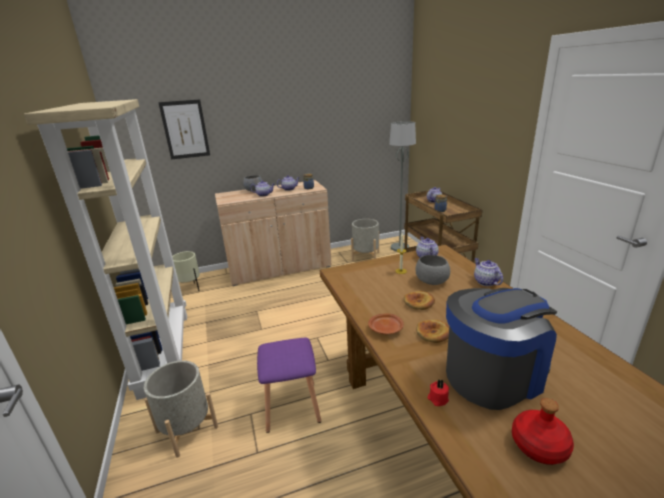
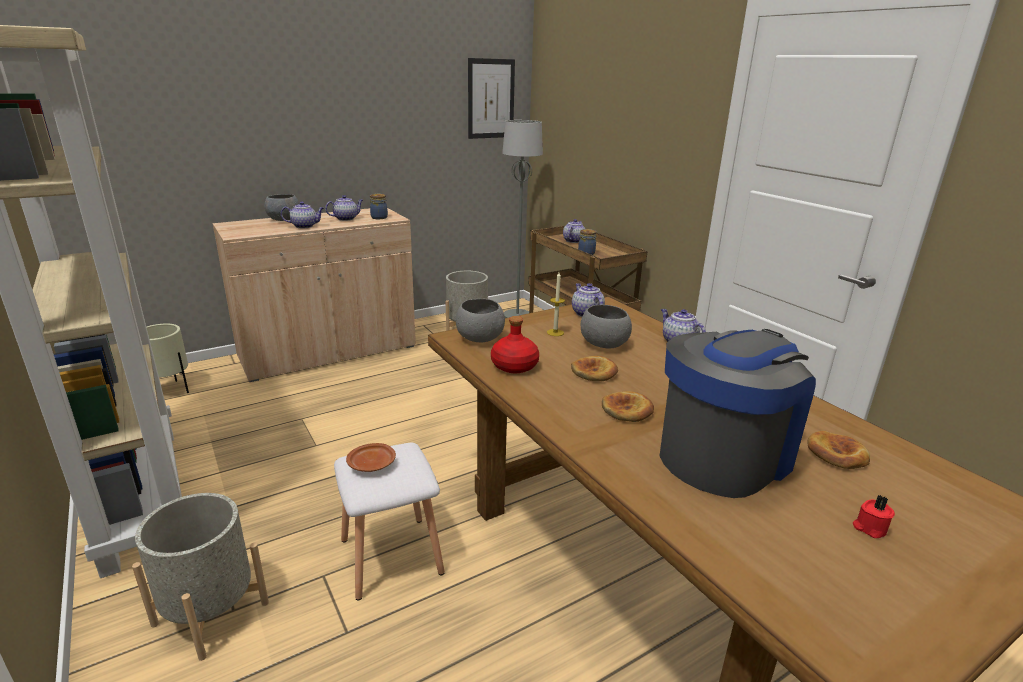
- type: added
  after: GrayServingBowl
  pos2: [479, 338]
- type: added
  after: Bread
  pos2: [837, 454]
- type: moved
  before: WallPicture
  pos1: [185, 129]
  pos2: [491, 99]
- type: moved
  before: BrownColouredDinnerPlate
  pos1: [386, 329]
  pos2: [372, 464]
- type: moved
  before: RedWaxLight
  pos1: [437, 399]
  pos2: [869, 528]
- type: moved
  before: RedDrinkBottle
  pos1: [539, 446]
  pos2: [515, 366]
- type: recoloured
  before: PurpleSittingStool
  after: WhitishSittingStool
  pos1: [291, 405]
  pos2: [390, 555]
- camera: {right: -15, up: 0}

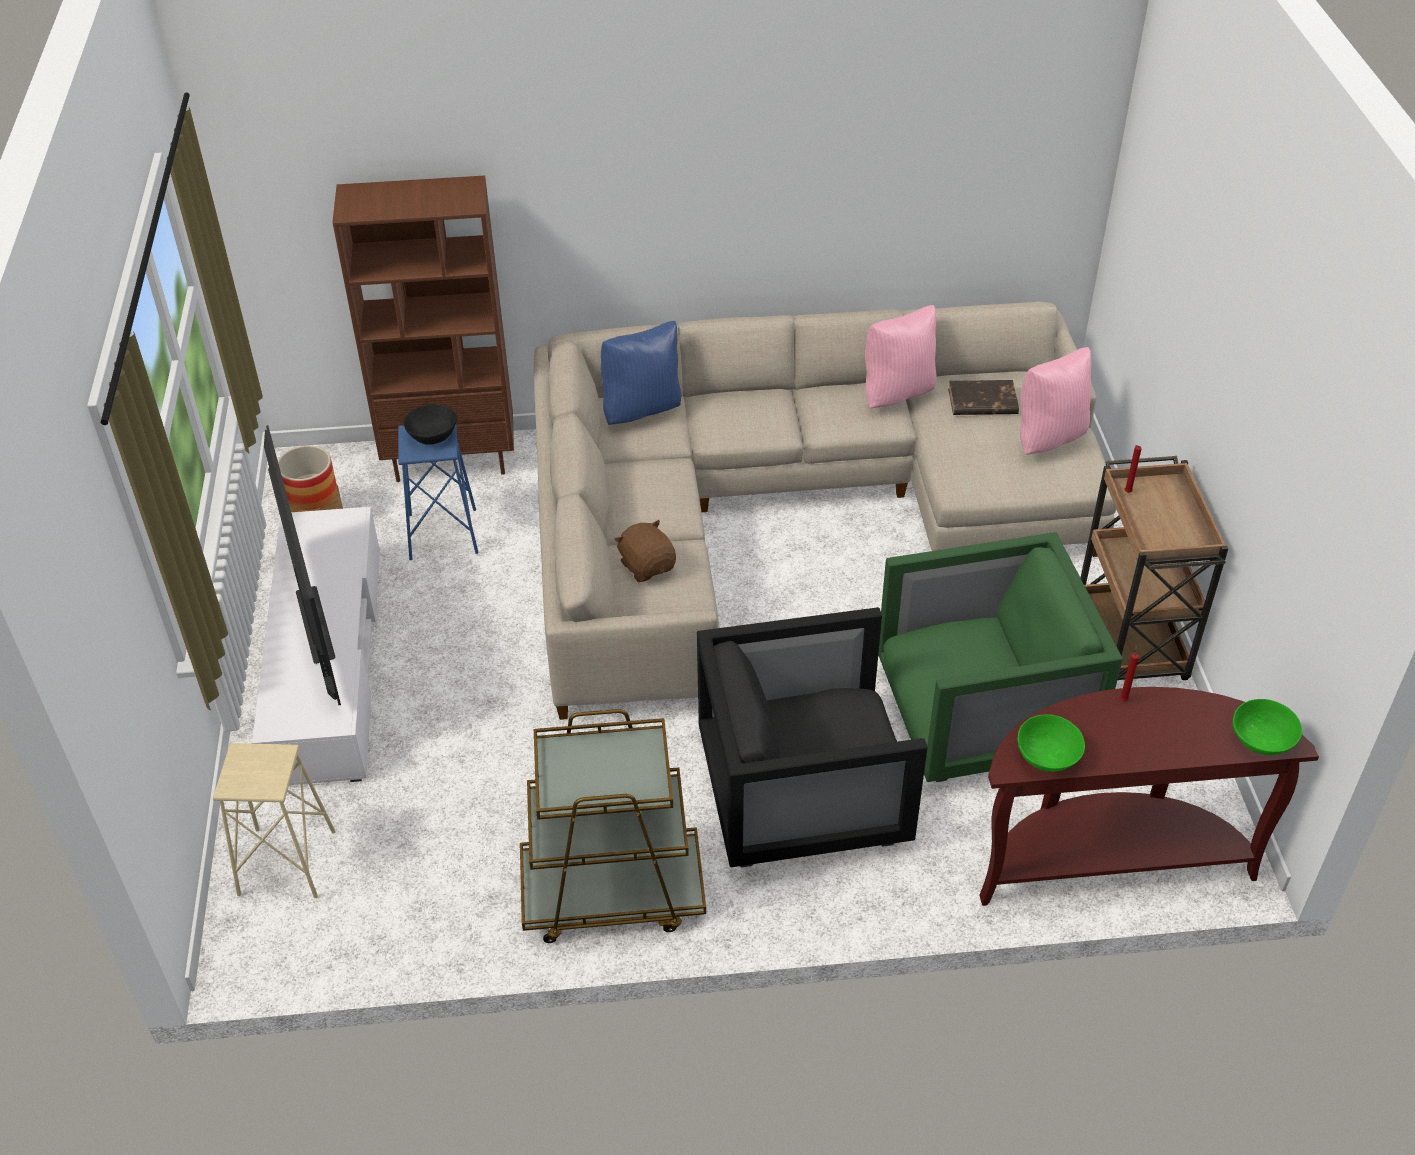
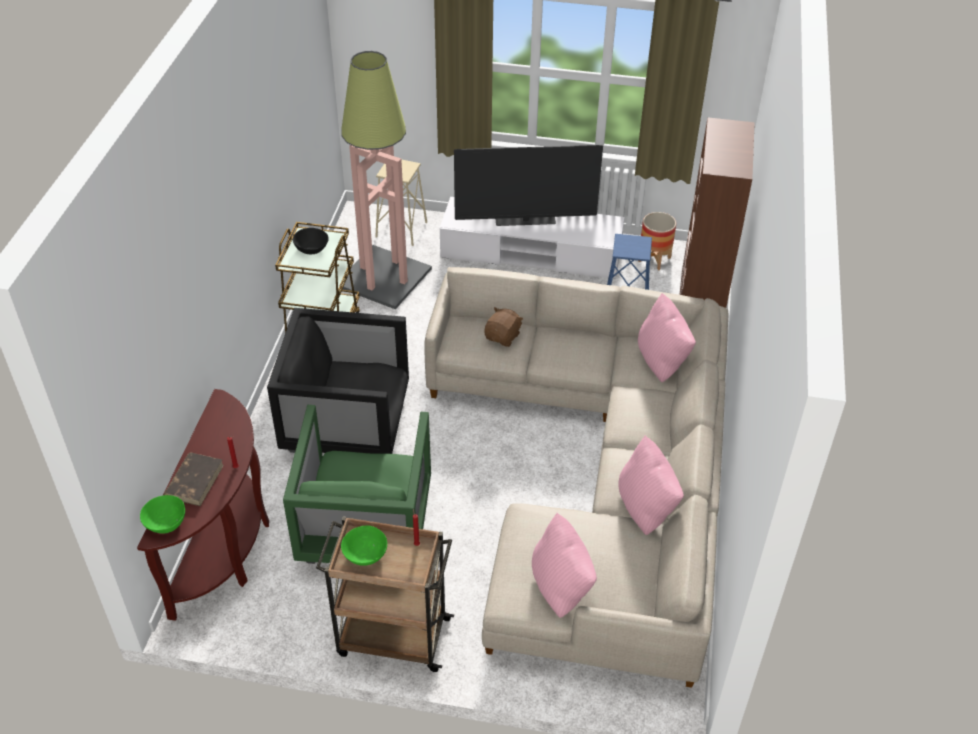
- type: added
  after: StandardLamp
  pos2: [383, 276]
- type: moved
  before: BlackishServingBowl
  pos1: [432, 435]
  pos2: [311, 248]
- type: moved
  before: BrownColouredBoundBook
  pos1: [981, 402]
  pos2: [194, 480]
- type: moved
  before: GreenServingBowl
  pos1: [1047, 756]
  pos2: [365, 554]
- type: recoloured
  before: BluishCushion
  after: PinkColouredCushion
  pos1: [642, 410]
  pos2: [662, 363]
- type: turned
  before: BrownColouredSoftToy
  pos1: [647, 566]
  pos2: [503, 337]
  turn: -45
- type: turned
  before: BlackishEasyChair
  pos1: [804, 793]
  pos2: [347, 421]
  turn: -90
- camera: {right: 105, up: 0}

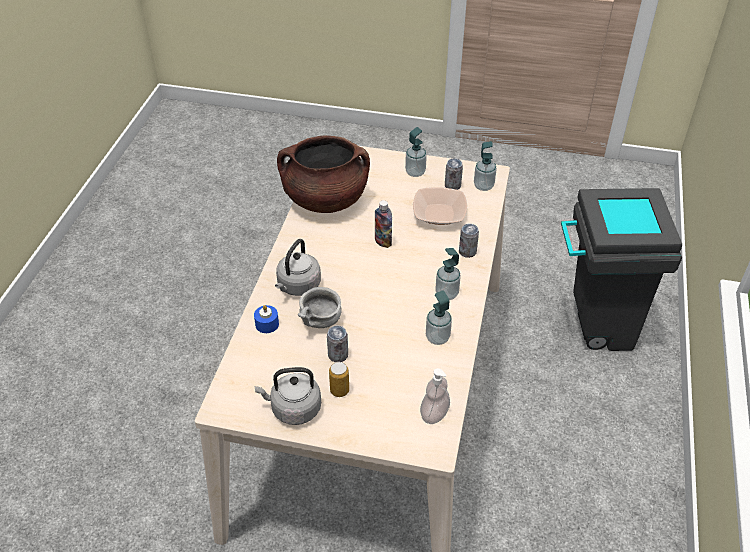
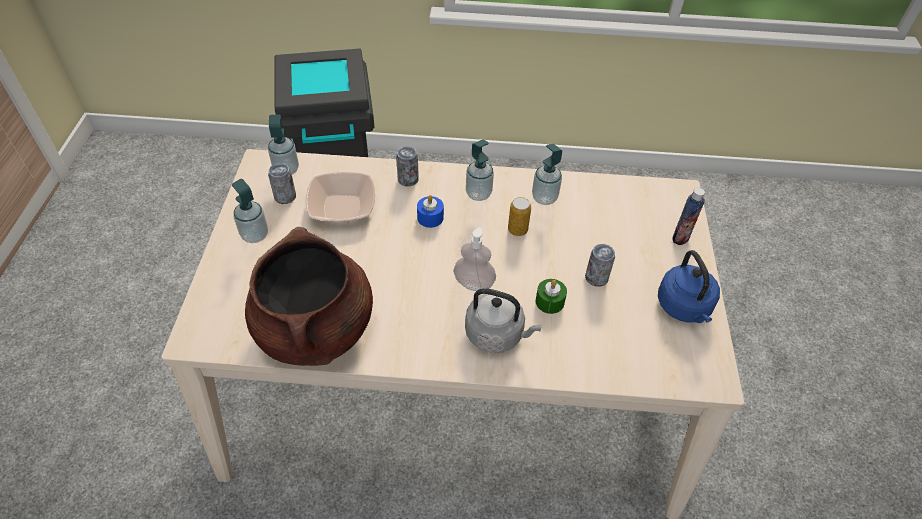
- type: moved
  before: BluishWaxLight
  pos1: [267, 324]
  pos2: [430, 217]
- type: moved
  before: Can
  pos1: [339, 390]
  pos2: [517, 230]
- type: moved
  before: DrinkBottle
  pos1: [383, 242]
  pos2: [681, 237]
- type: moved
  before: SoapBottle
  pos1: [434, 414]
  pos2: [474, 283]
- type: replaced
  before: GrayServingBowl
  after: GreenWaxLight
  pos1: [320, 321]
  pos2: [549, 301]
- type: recoloured
  before: GrayWaterKettle
  after: BluishWaterKettle
  pos1: [293, 409]
  pos2: [684, 307]
- camera: {right: -100, up: 5}

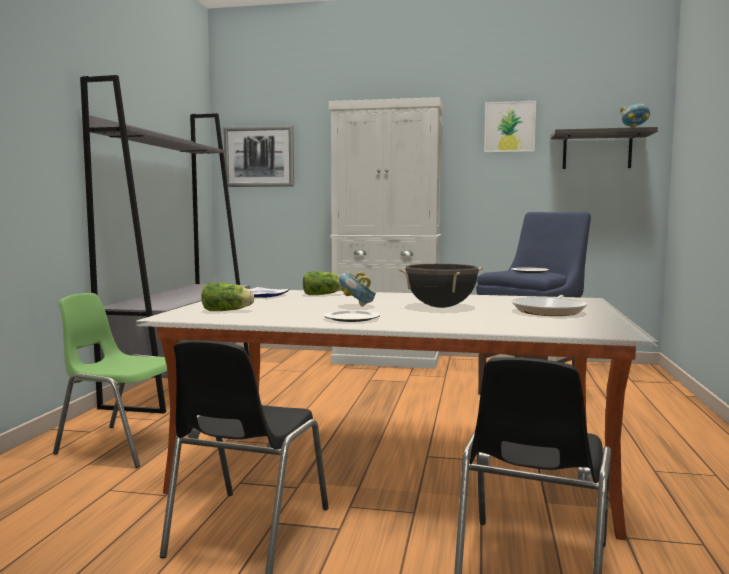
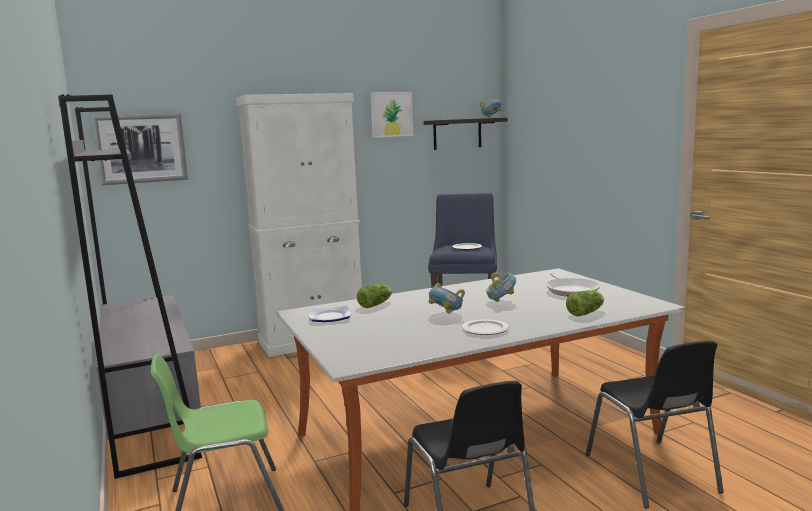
- type: moved
  before: LettuceHead
  pos1: [228, 311]
  pos2: [586, 313]
- type: replaced
  before: BlackishSaucepot
  after: ServingBowl
  pos1: [440, 307]
  pos2: [500, 301]
- camera: {right: -35, up: 5}

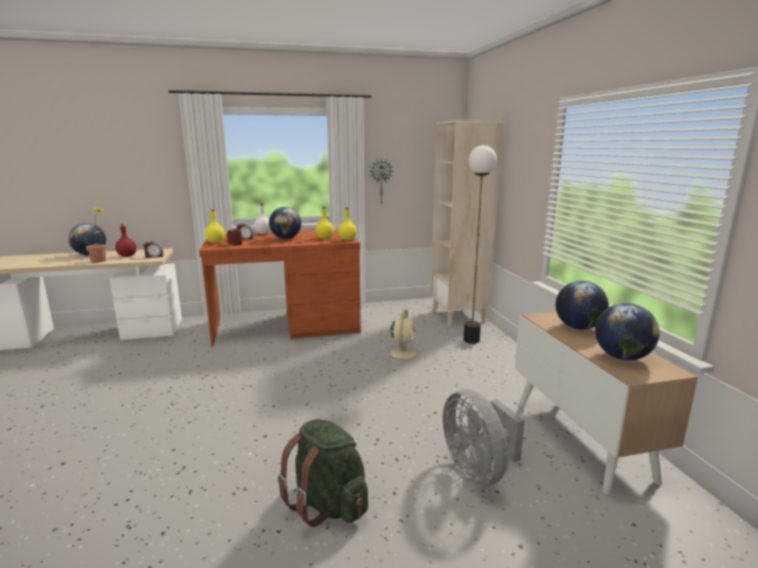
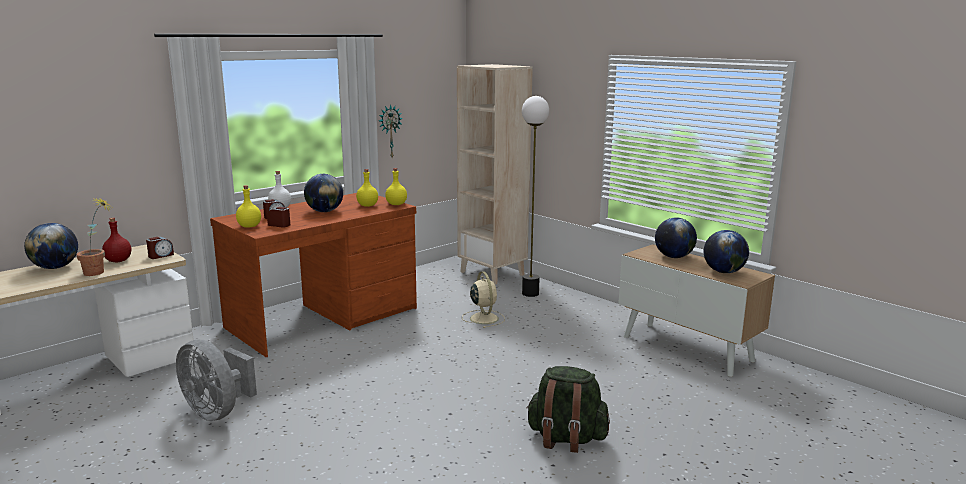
- type: moved
  before: GrayElectricFan
  pos1: [478, 470]
  pos2: [217, 411]
- camera: {right: -30, up: 0}

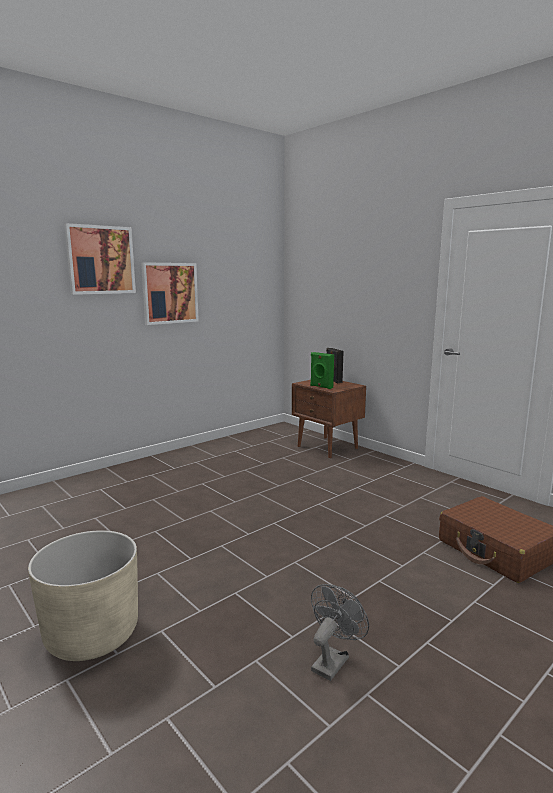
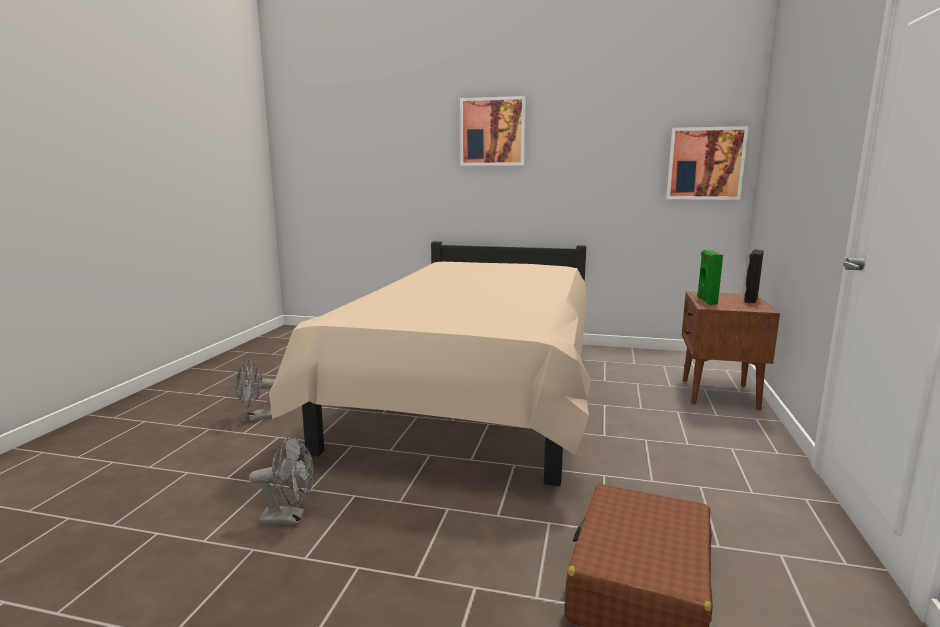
- type: added
  after: BeigeBed
  pos2: [473, 392]
- type: moved
  before: WallPicture
  pos1: [170, 293]
  pos2: [705, 163]
- type: replaced
  before: BeigePlantPot
  after: GrayElectricFan
  pos1: [92, 634]
  pos2: [258, 418]
- camera: {right: 55, up: 0}

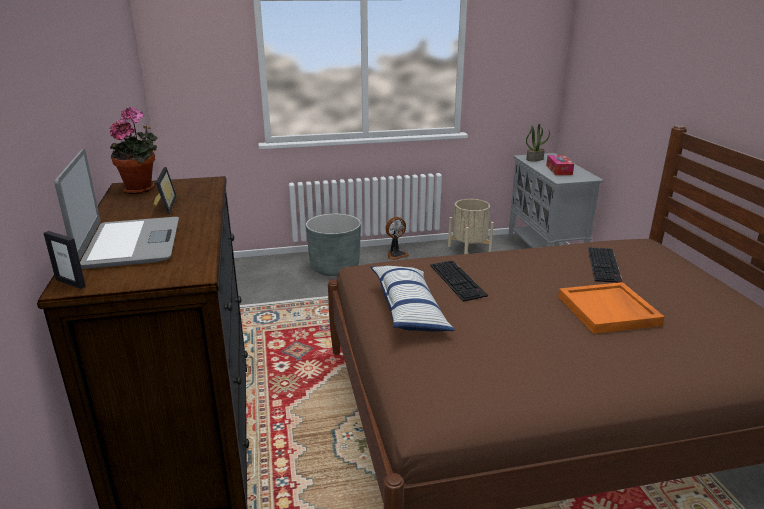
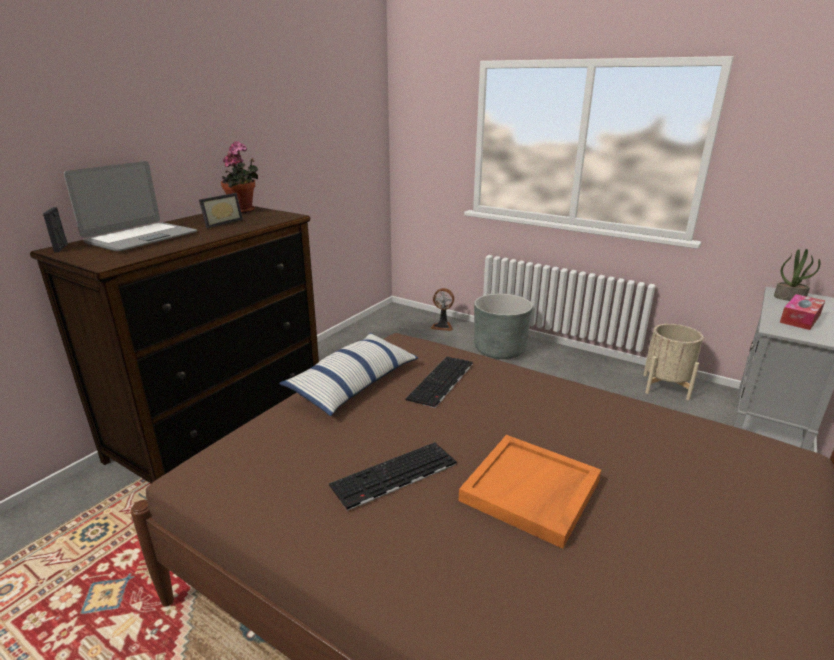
- type: moved
  before: ElectricFan
  pos1: [396, 255]
  pos2: [442, 326]
- type: moved
  before: ComputerKeyboard
  pos1: [605, 265]
  pos2: [394, 476]
- camera: {right: 45, up: 0}

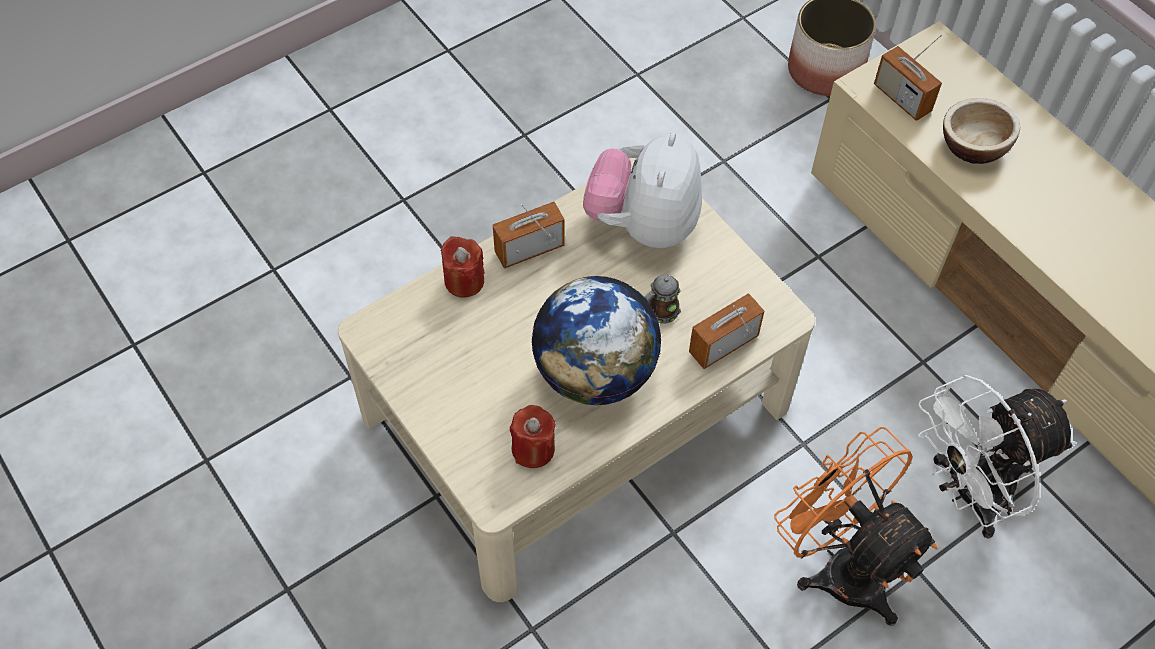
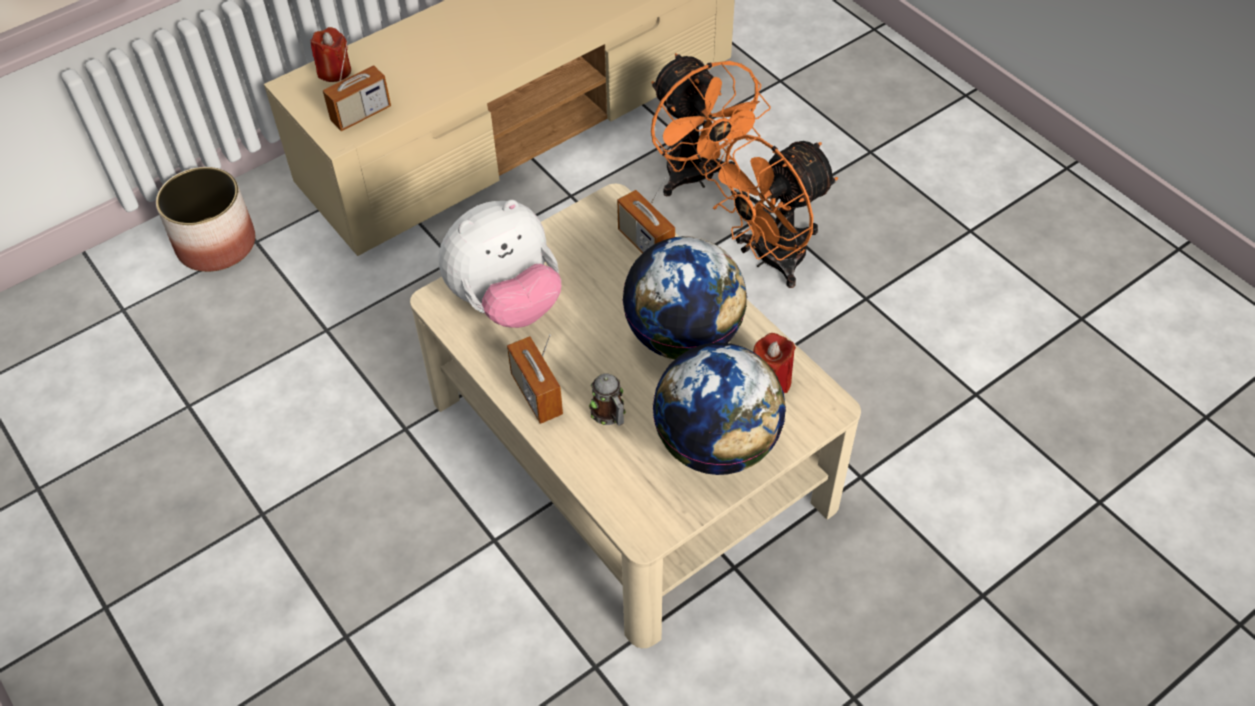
- type: removed
  before: ServingBowl
  pos1: [974, 146]
- type: added
  after: Globe
  pos2: [716, 445]
- type: moved
  before: RedWaxLight
  pos1: [464, 281]
  pos2: [334, 71]
- type: moved
  before: TeaMug
  pos1: [658, 312]
  pos2: [610, 415]
- type: recoloured
  before: WhitishElectricFan
  after: OrangeyElectricFan
  pos1: [968, 494]
  pos2: [696, 178]
- type: turned
  before: SoftToy
  pos1: [643, 224]
  pos2: [506, 302]
  turn: -45
- camera: {right: -90, up: -5}

